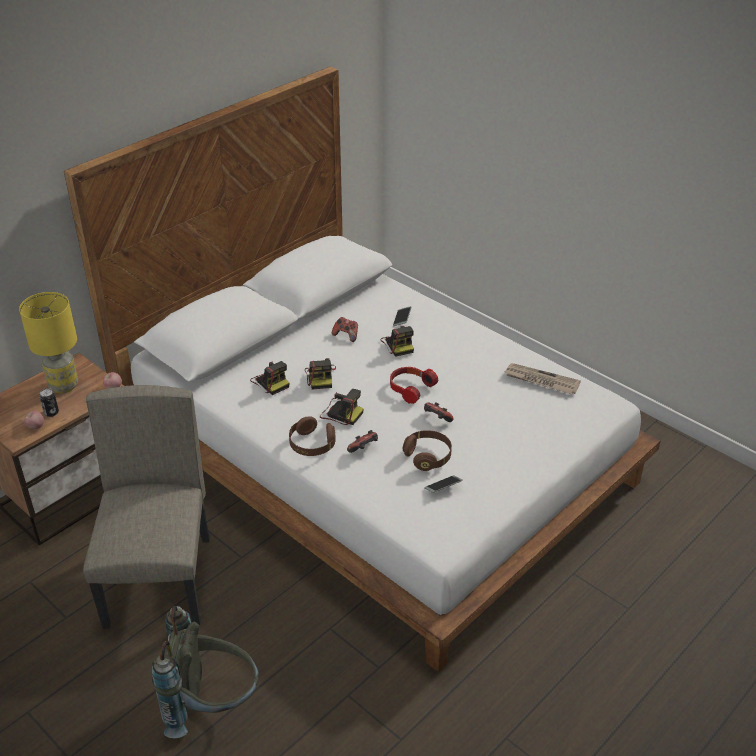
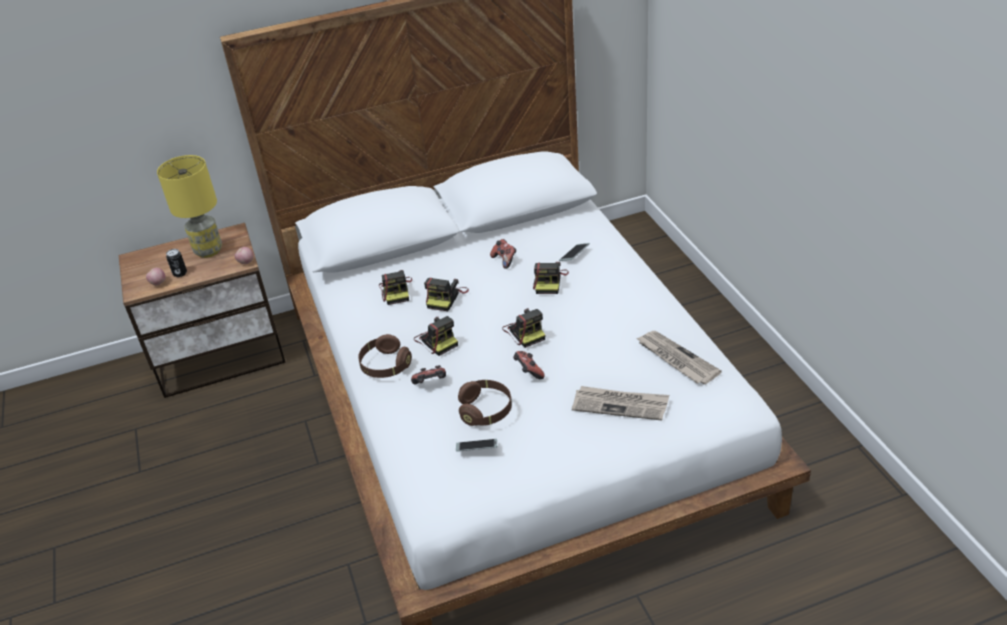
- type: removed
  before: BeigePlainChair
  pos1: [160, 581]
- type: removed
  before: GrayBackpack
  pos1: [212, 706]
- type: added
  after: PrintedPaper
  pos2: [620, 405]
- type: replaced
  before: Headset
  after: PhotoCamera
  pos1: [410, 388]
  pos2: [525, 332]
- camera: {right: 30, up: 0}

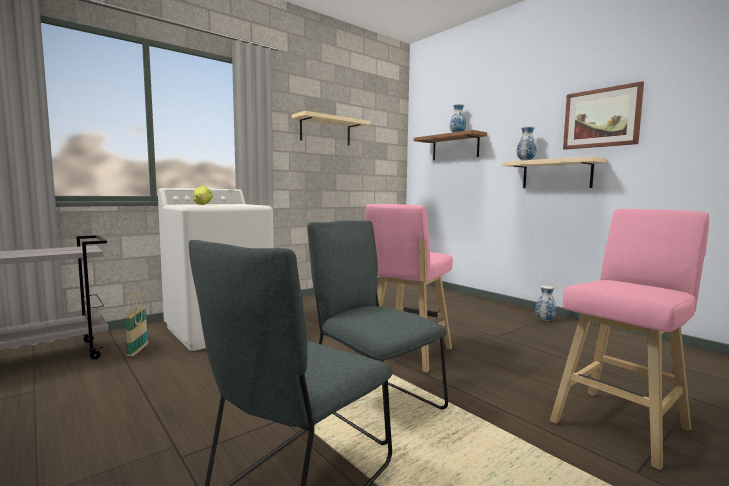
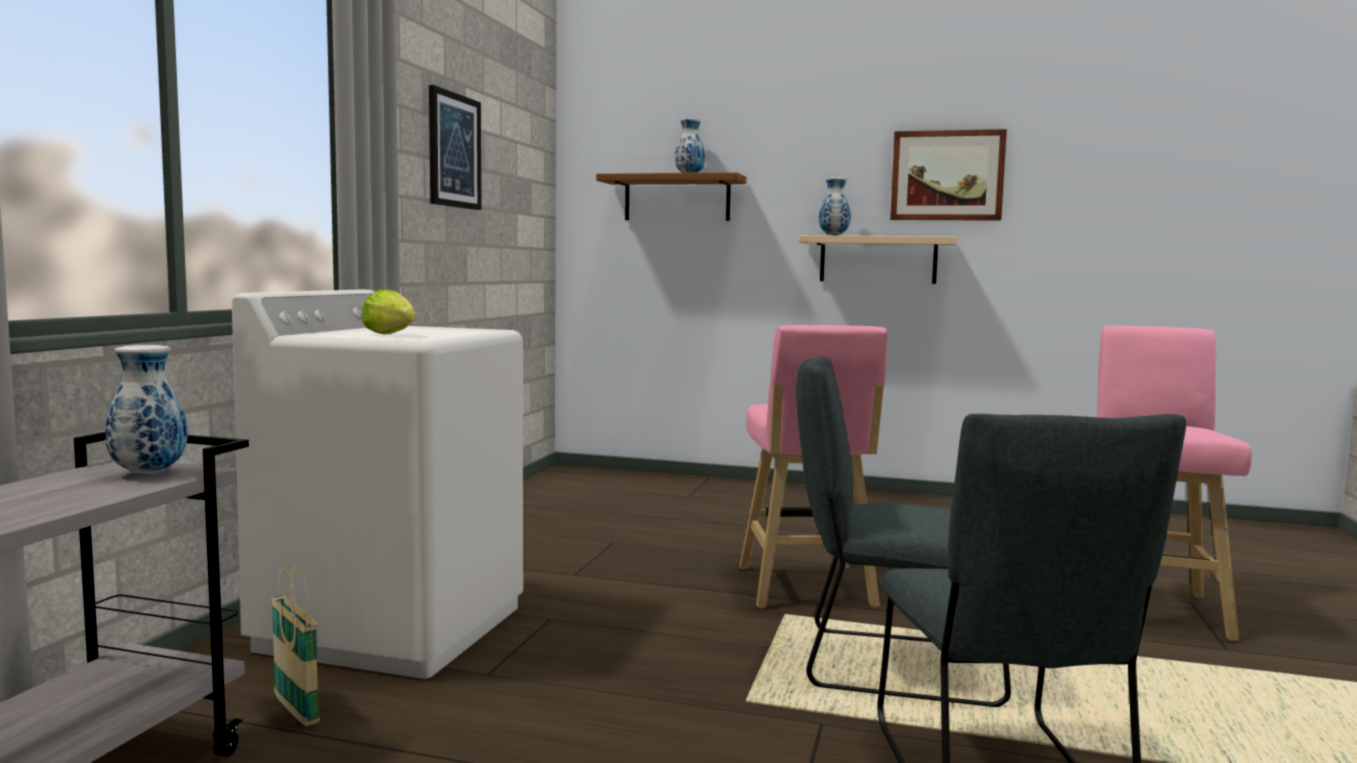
- type: moved
  before: Vase
  pos1: [544, 320]
  pos2: [148, 473]
- type: replaced
  before: BeigeWallShelf
  after: WallPicture
  pos1: [325, 131]
  pos2: [454, 151]
- camera: {right: -35, up: 0}

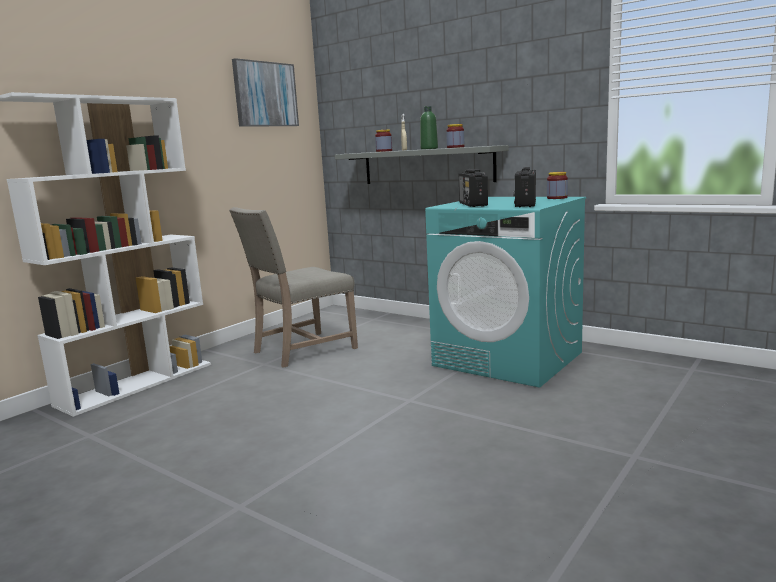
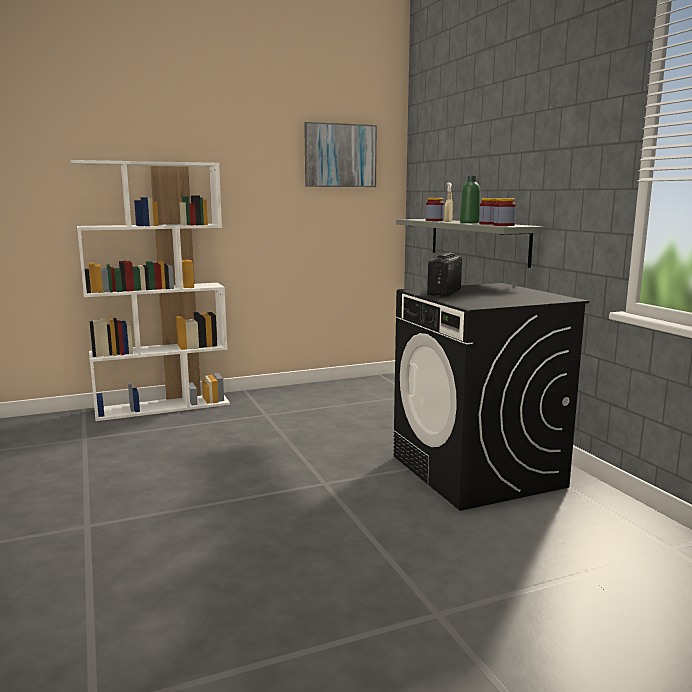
- type: removed
  before: BeigePlainChair
  pos1: [301, 350]
- type: removed
  before: Radio
  pos1: [525, 205]
- type: moved
  before: StorageJar
  pos1: [557, 198]
  pos2: [503, 225]
- type: recoloured
  before: BlueGreenLaundryAppliance
  after: BlackishLaundryAppliance
  pos1: [508, 359]
  pos2: [477, 471]
- camera: {right: 30, up: 0}

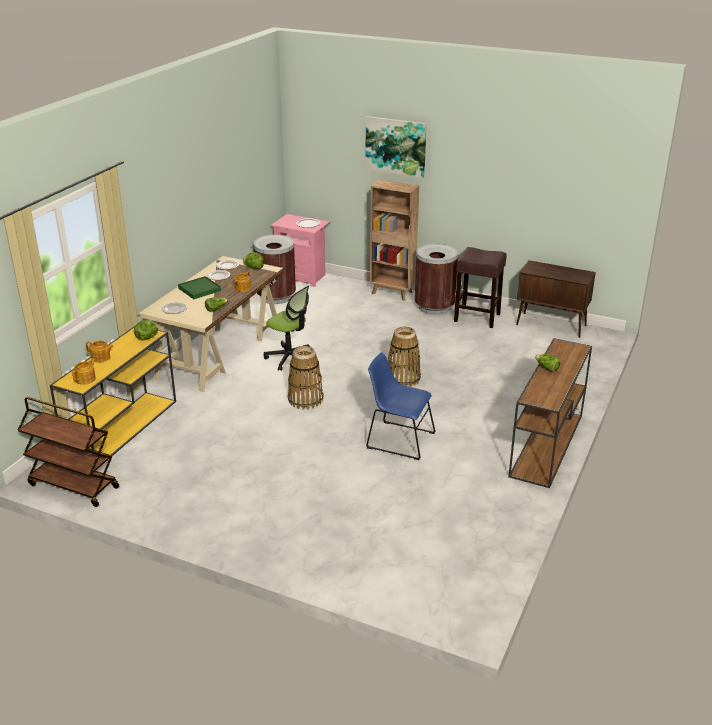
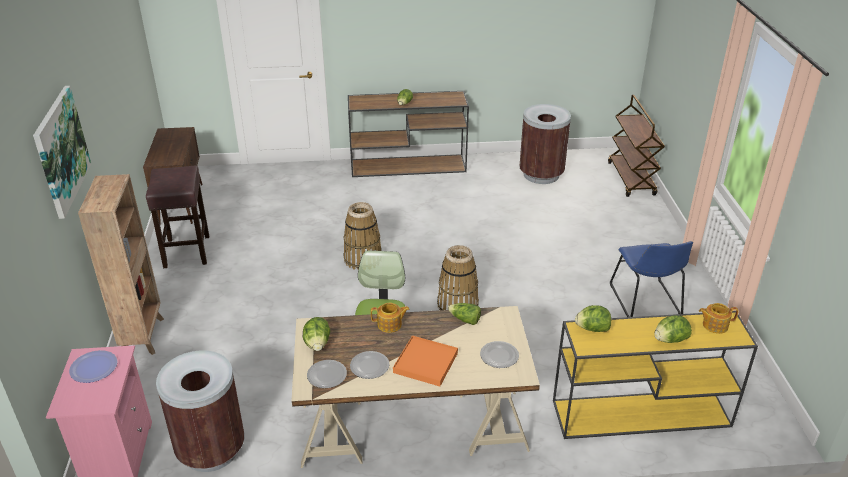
- type: moved
  before: BrownColouredTrolley
  pos1: [73, 486]
  pos2: [631, 179]
- type: moved
  before: BluishPlainChair
  pos1: [398, 439]
  pos2: [646, 302]
- type: moved
  before: BrownColouredRubbishBin
  pos1: [434, 307]
  pos2: [541, 174]
- type: replaced
  before: PotForTea
  after: LettuceHead
  pos1: [101, 358]
  pos2: [670, 340]
- type: recoloured
  before: GreenCarryingTray
  after: OrangeyCarryingTray
  pos1: [199, 289]
  pos2: [425, 363]
- camera: {right: -120, up: 5}

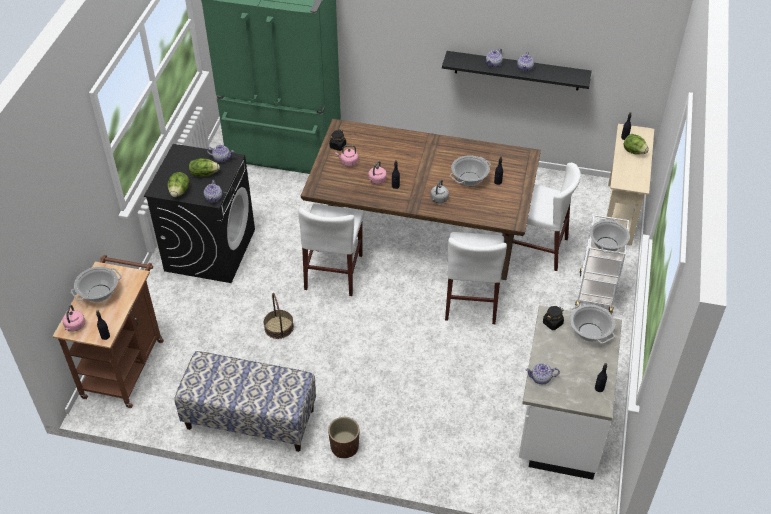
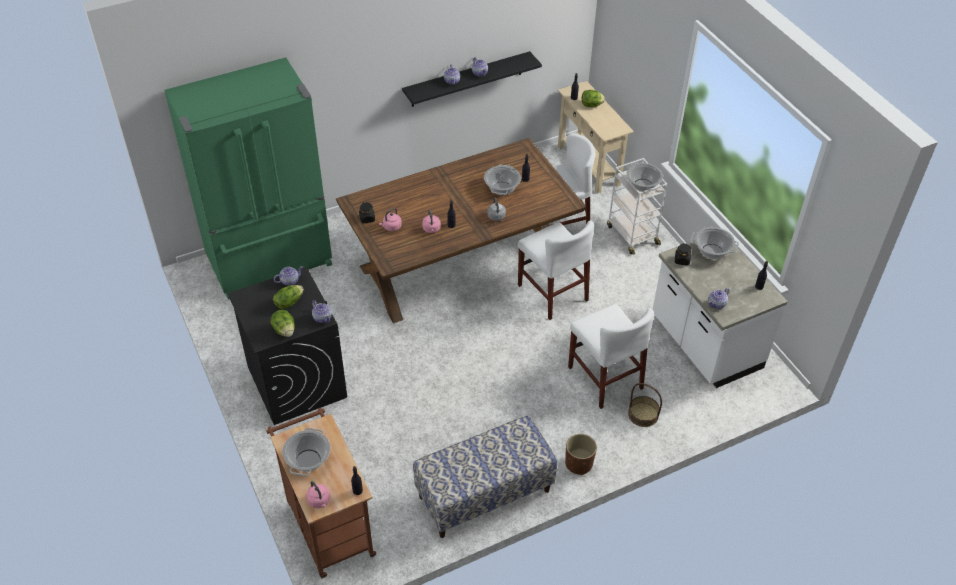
- type: moved
  before: HouseholdBasket
  pos1: [279, 327]
  pos2: [643, 414]
- type: moved
  before: WhitishPlainChair
  pos1: [334, 272]
  pos2: [605, 377]
- camera: {right: -40, up: 0}

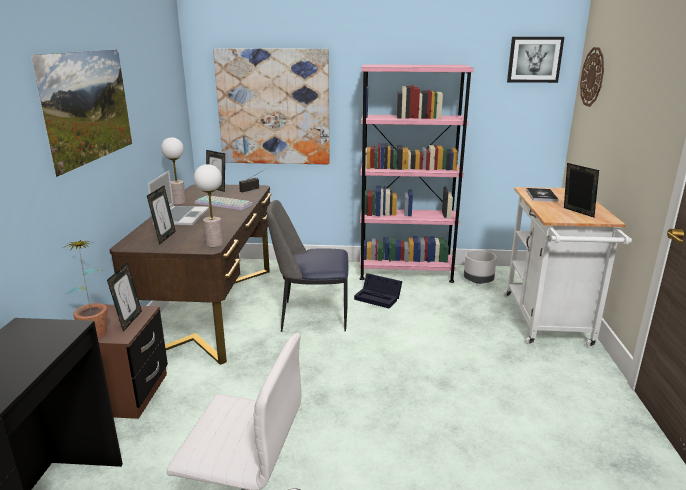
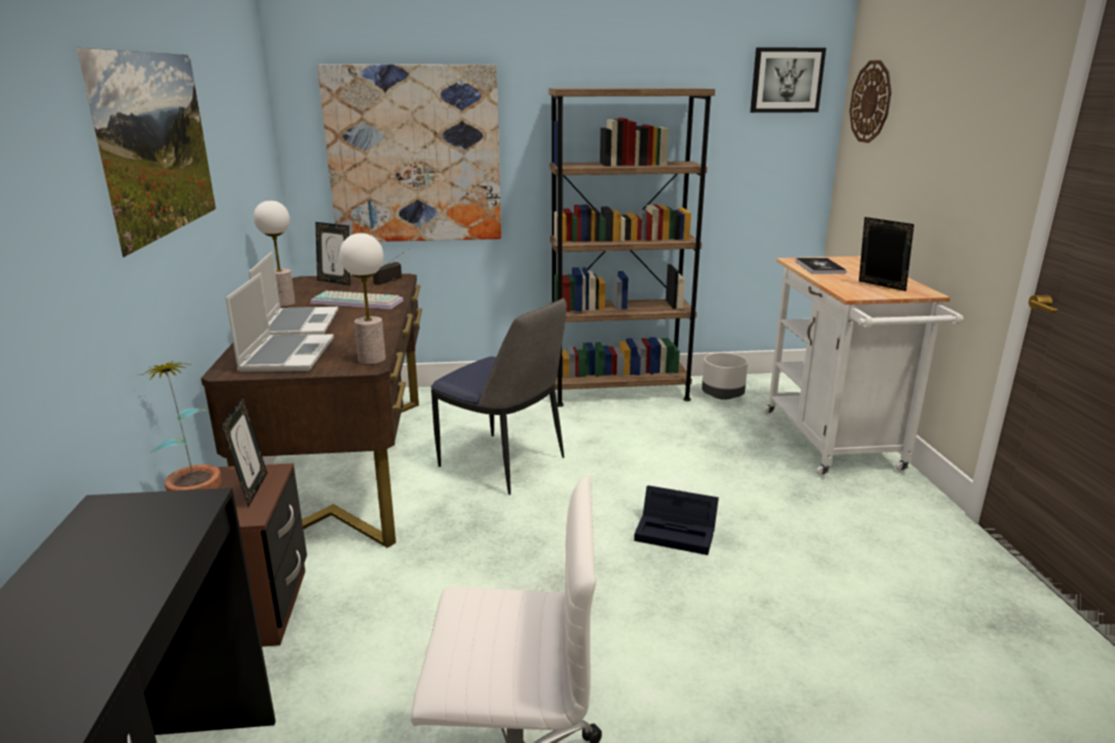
- type: moved
  before: BlackishStorageBox
  pos1: [379, 298]
  pos2: [678, 532]
- type: replaced
  before: PhotoFrame
  after: PortableComputer
  pos1: [165, 237]
  pos2: [286, 355]
- type: recoloured
  before: PinkColouredBookshelf
  after: BrownColouredBookshelf
  pos1: [405, 272]
  pos2: [619, 391]
- type: turned
  before: PlainChair
  pos1: [311, 316]
  pos2: [504, 464]
  turn: -135
- camera: {right: -10, up: 0}

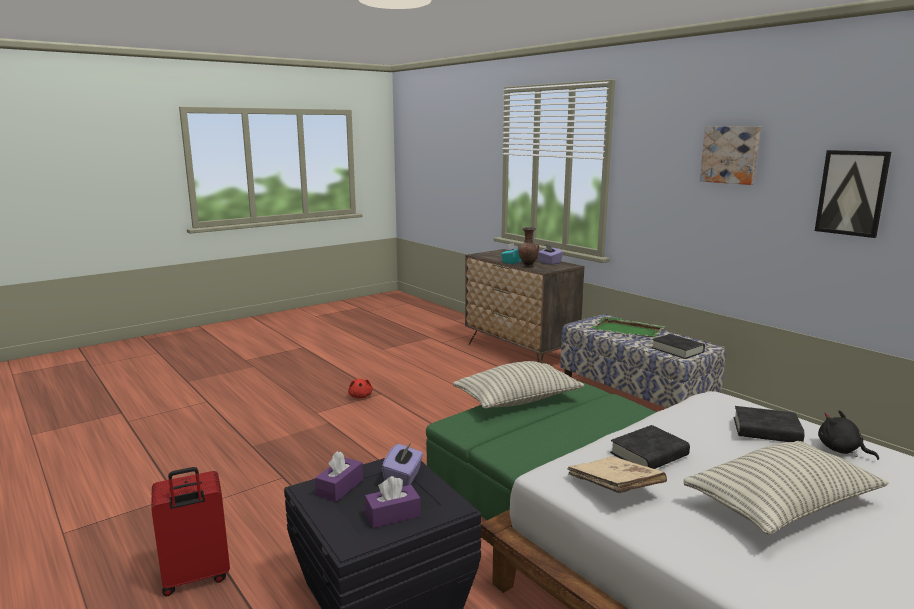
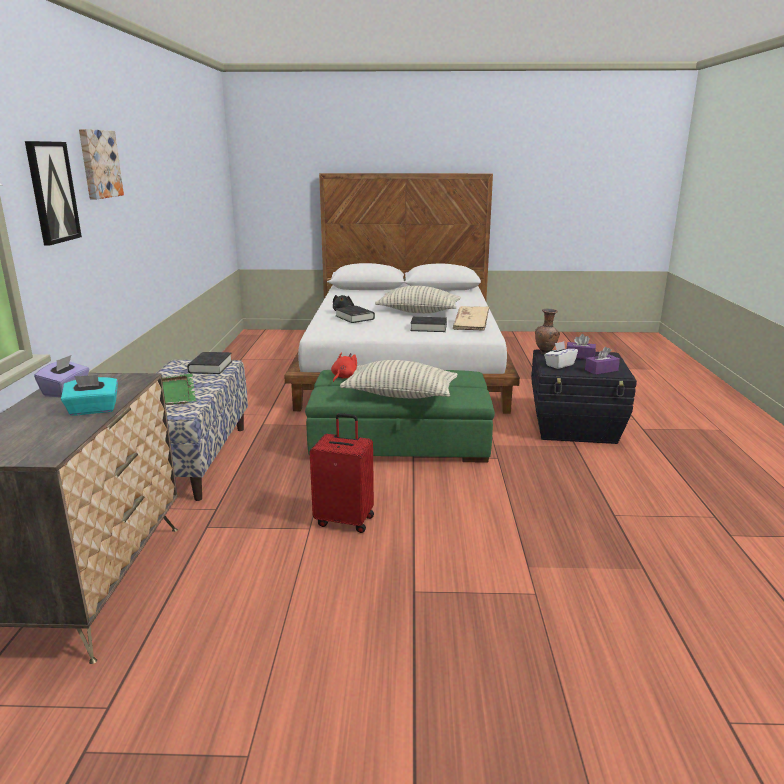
- type: moved
  before: RedPieceOfLuggage
  pos1: [196, 577]
  pos2: [345, 520]
- type: moved
  before: RedSoftToy
  pos1: [360, 396]
  pos2: [343, 377]
- type: moved
  before: BrownColouredVase
  pos1: [527, 266]
  pos2: [545, 353]
- type: moved
  before: WallPicture
  pos1: [852, 193]
  pos2: [52, 192]
- type: recoloured
  before: PurpleTissueHolder
  after: WhitishTissueHolder
  pos1: [403, 478]
  pos2: [559, 365]
- camera: {right: -140, up: 5}

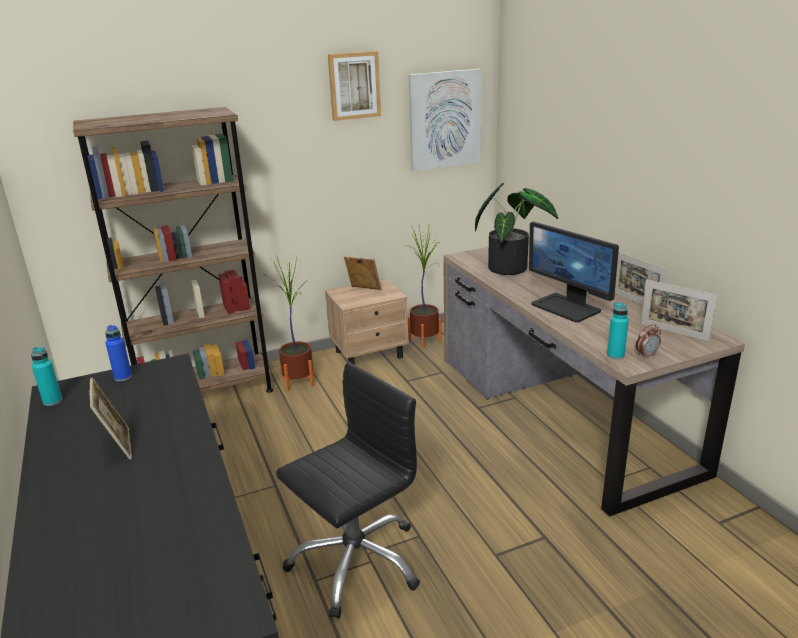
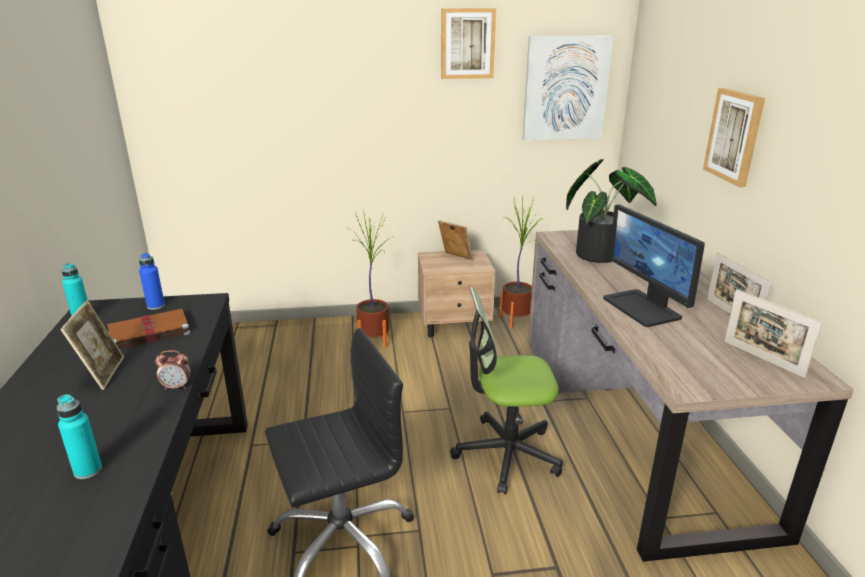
- type: removed
  before: BrownColouredBookshelf
  pos1: [206, 393]
- type: added
  after: BrownColouredBoundBook
  pos2: [147, 332]
- type: added
  after: ComputerChair
  pos2: [506, 454]
- type: added
  after: WallPicture
  pos2: [734, 136]
- type: moved
  before: BlueGreenDrinkBottle
  pos1: [615, 355]
  pos2: [88, 470]
- type: moved
  before: AlarmClock
  pos1: [646, 355]
  pos2: [177, 387]
- camera: {right: 15, up: 0}

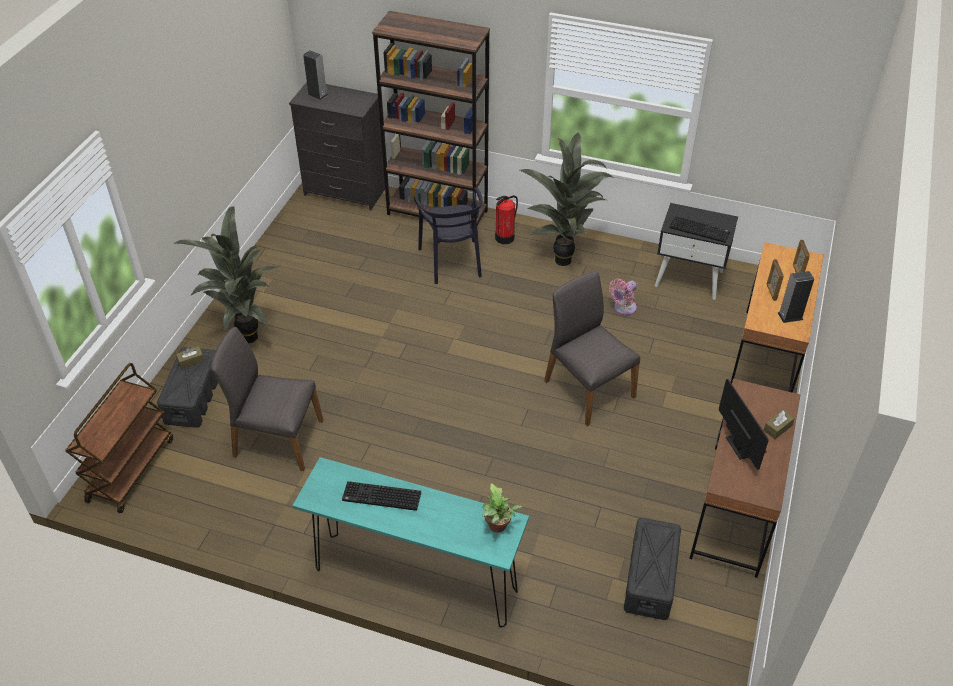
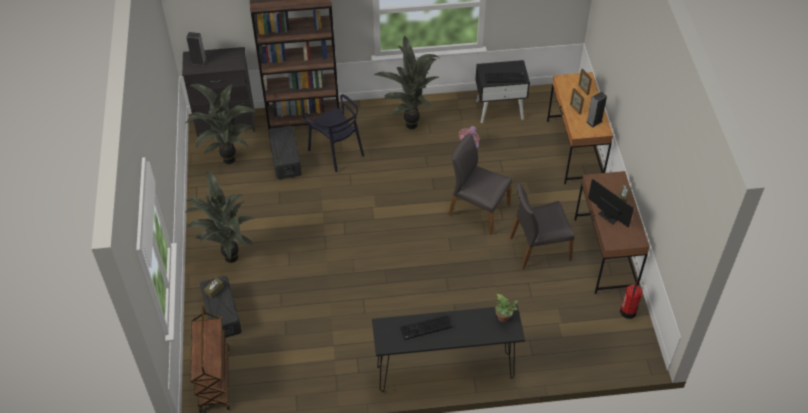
- type: added
  after: PottedPlant
  pos2: [229, 162]
- type: moved
  before: GrayPlainChair
  pos1: [277, 439]
  pos2: [538, 248]
- type: moved
  before: FireExtinguisher
  pos1: [505, 238]
  pos2: [628, 311]
- type: moved
  before: BlackishStorageBox
  pos1: [650, 578]
  pos2: [285, 159]
- type: recoloured
  before: BlueGreenNarrowTable
  after: BlackishNarrowTable
  pos1: [415, 580]
  pos2: [445, 372]
- camera: {right: -25, up: 5}

